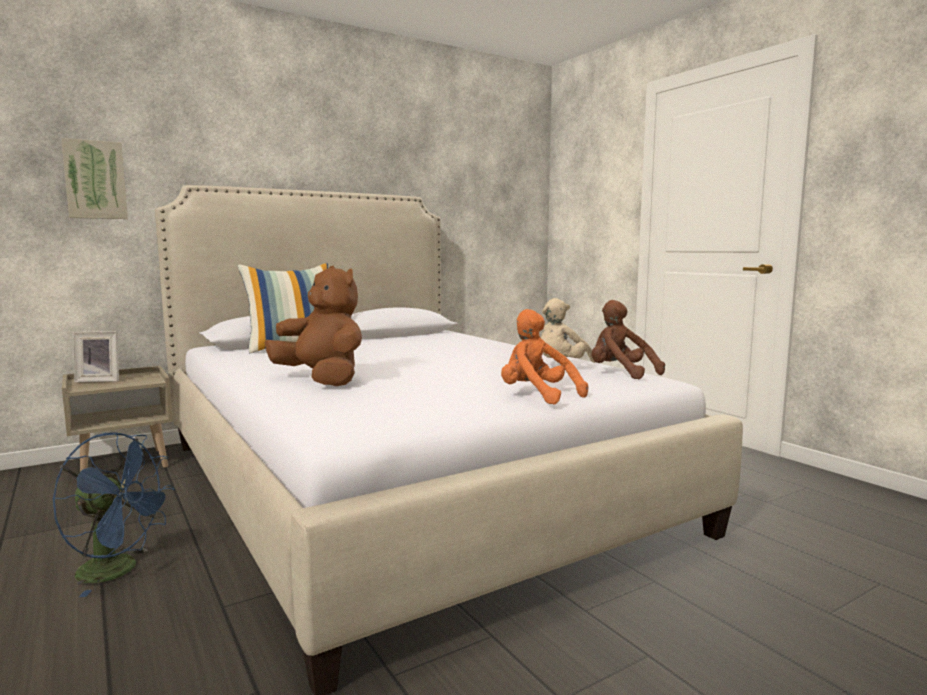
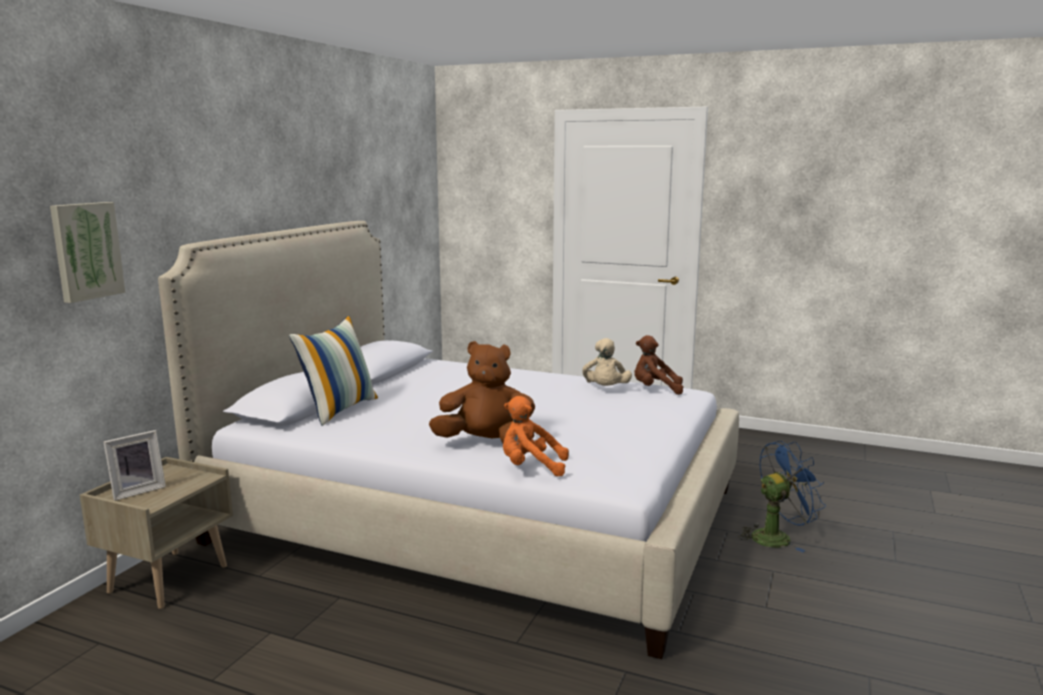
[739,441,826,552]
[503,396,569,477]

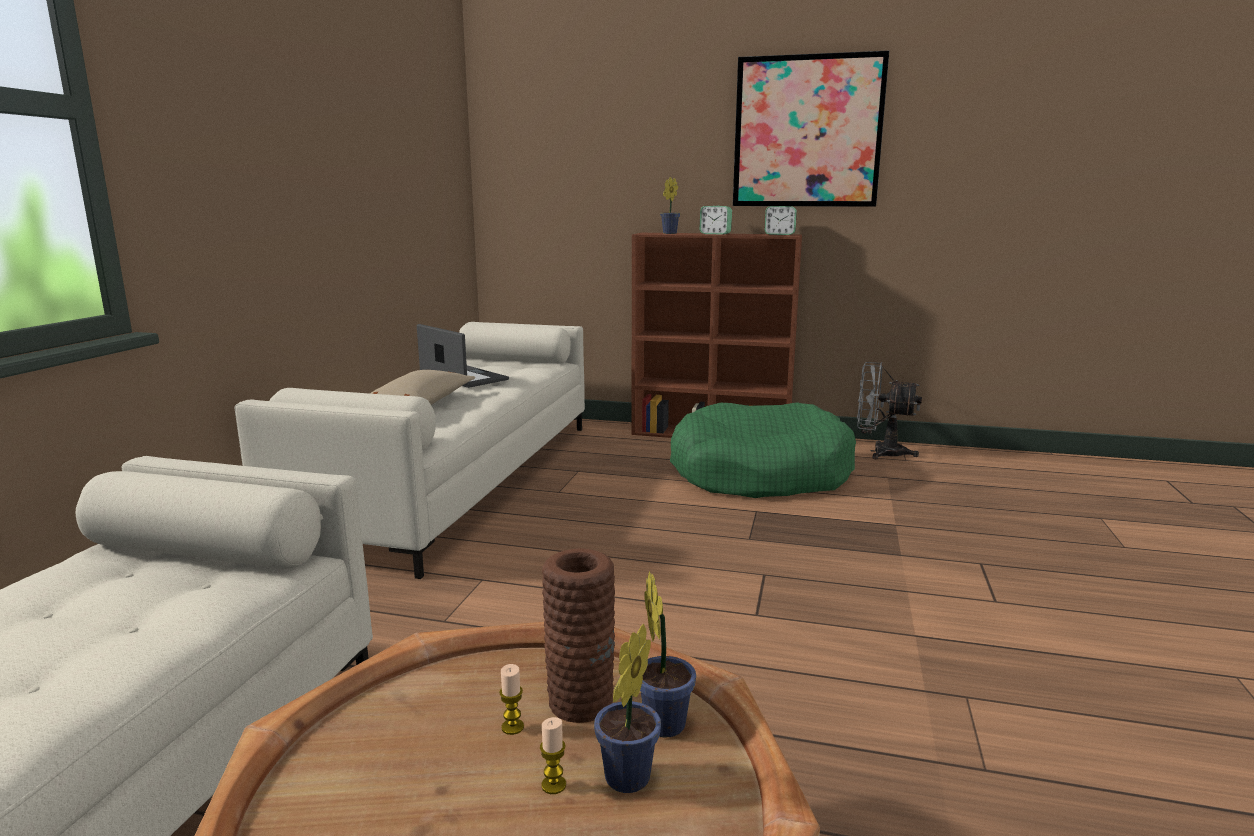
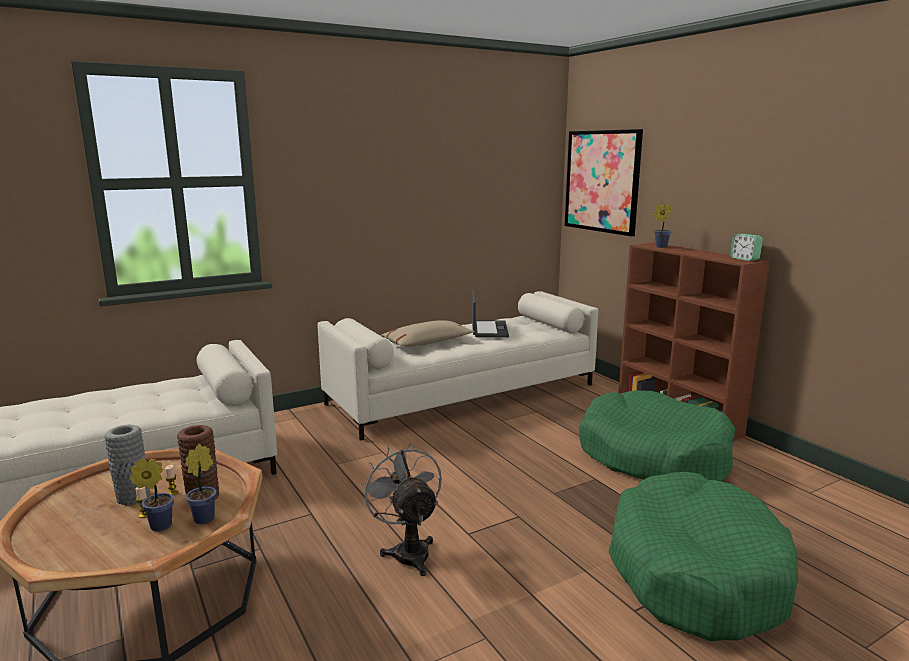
[699,206,732,235] (first image)
[104,425,150,505]
[608,472,798,641]
[565,129,643,236]
[360,443,442,576]

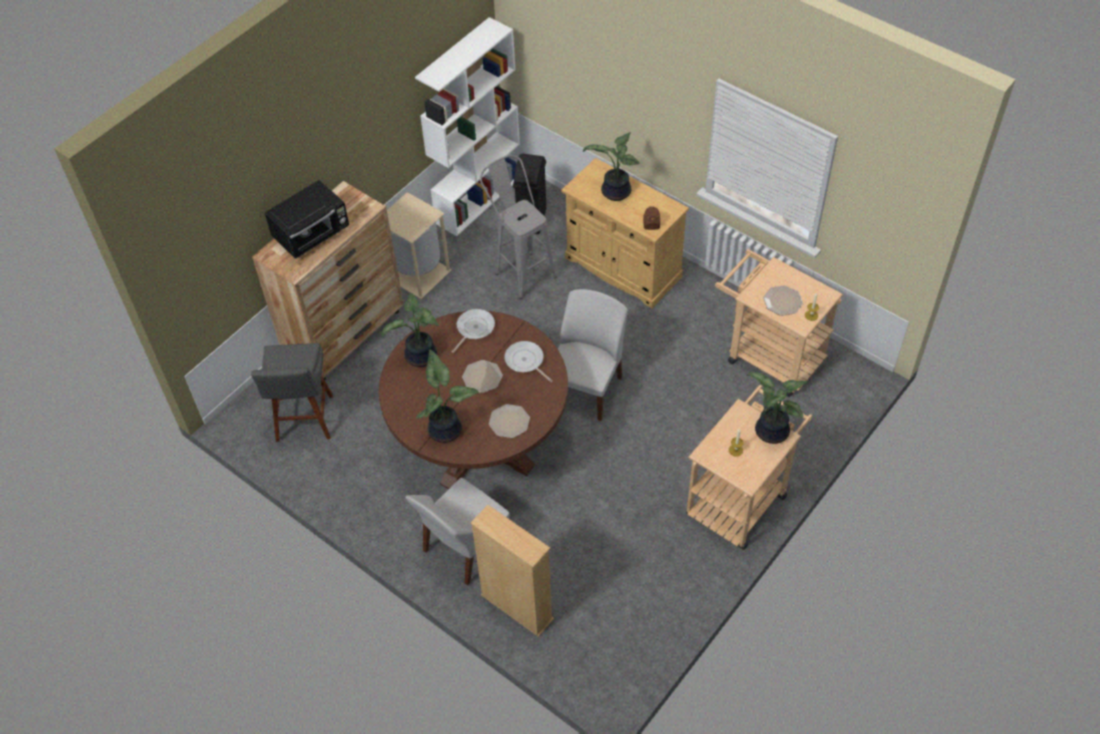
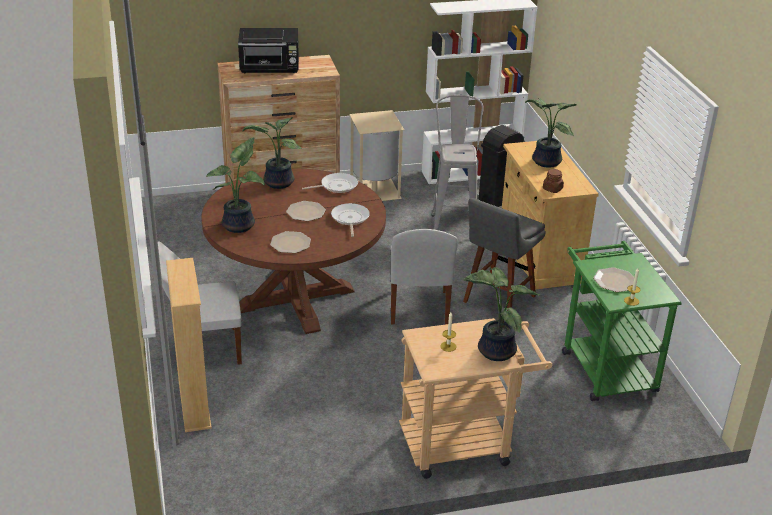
[463,198,546,308]
[562,241,682,401]
[391,229,458,325]

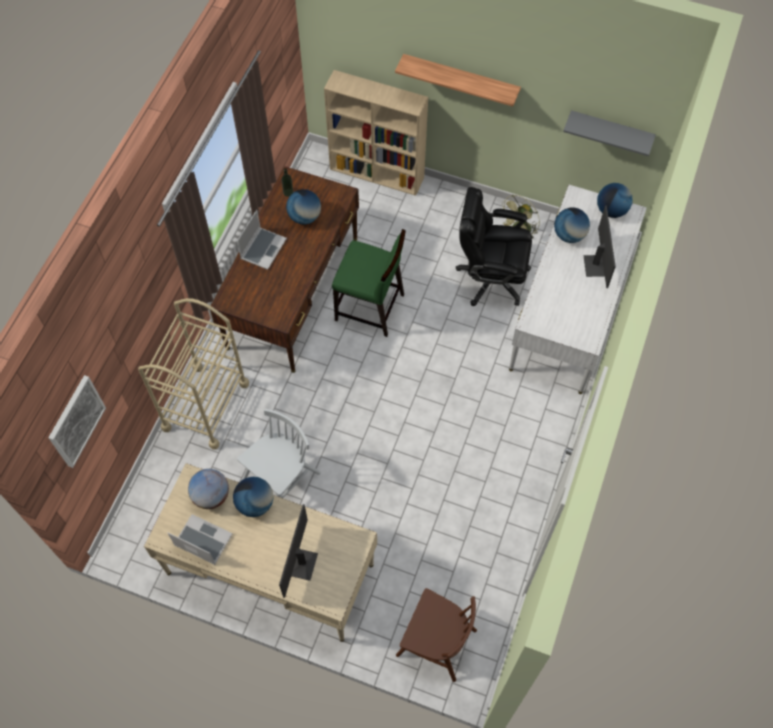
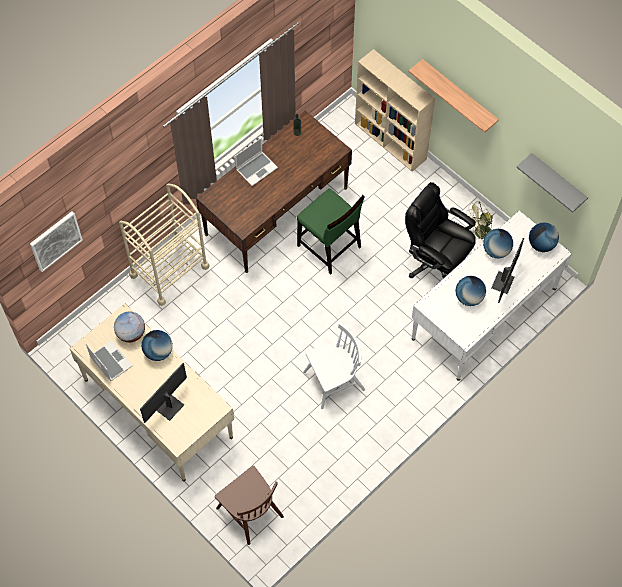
[303,323,365,409]
[456,276,486,306]

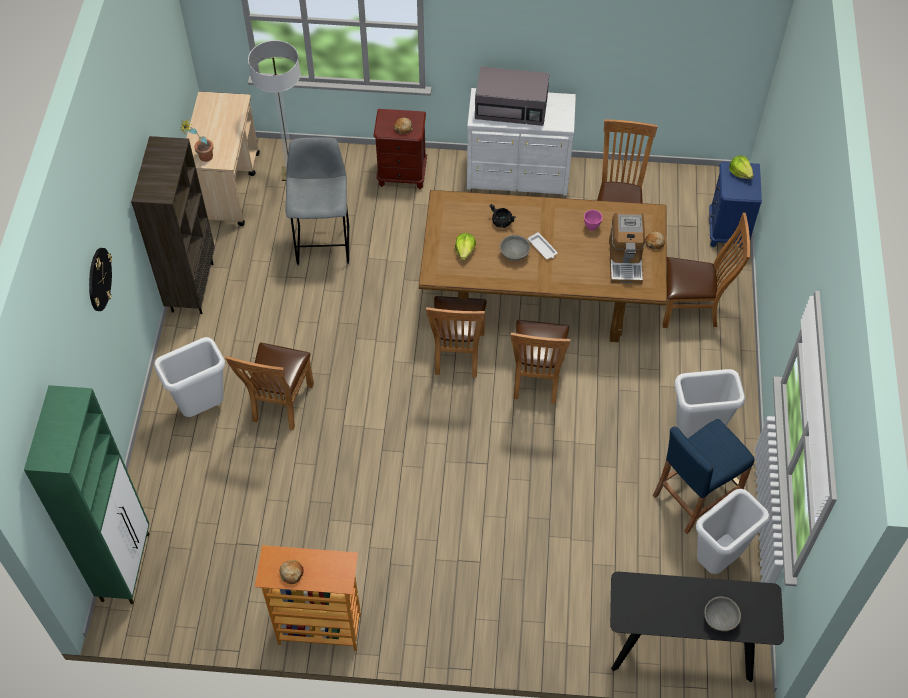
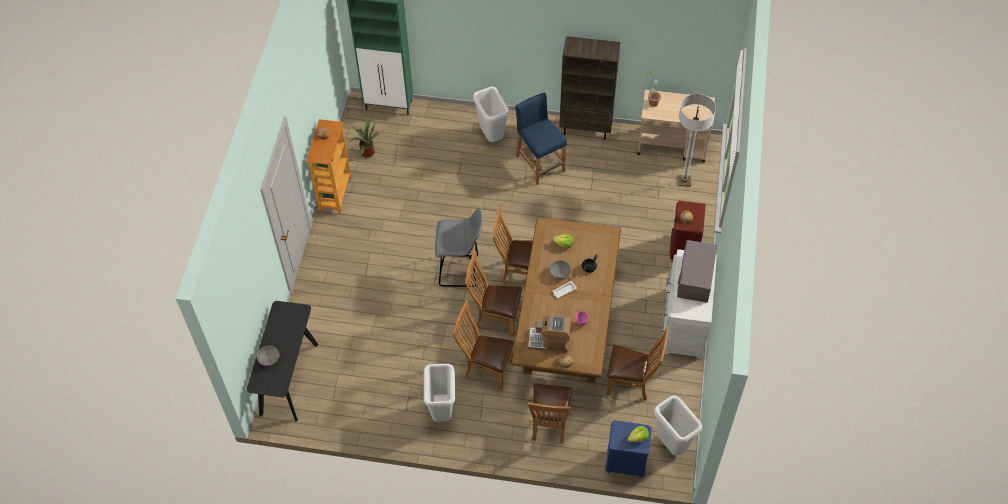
[89,248,112,311] (first image)
[349,118,380,158]
[453,300,514,390]
[435,208,483,288]
[515,93,567,185]
[654,396,702,455]

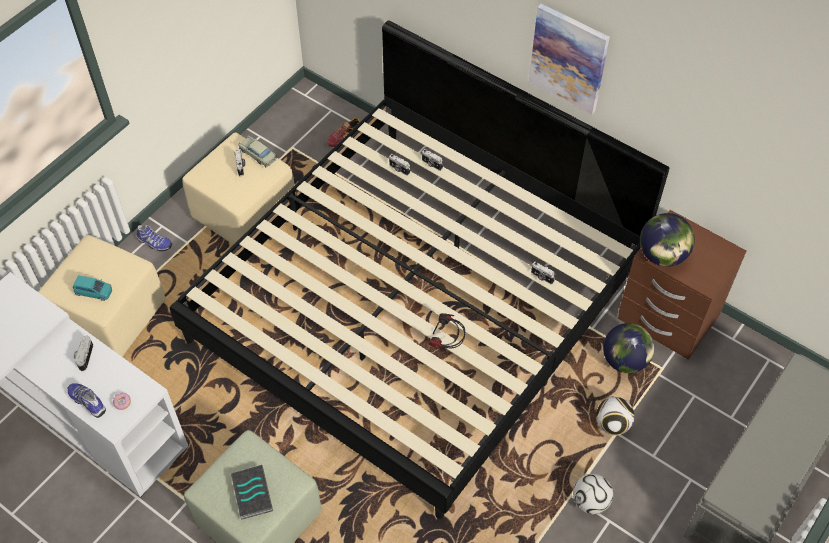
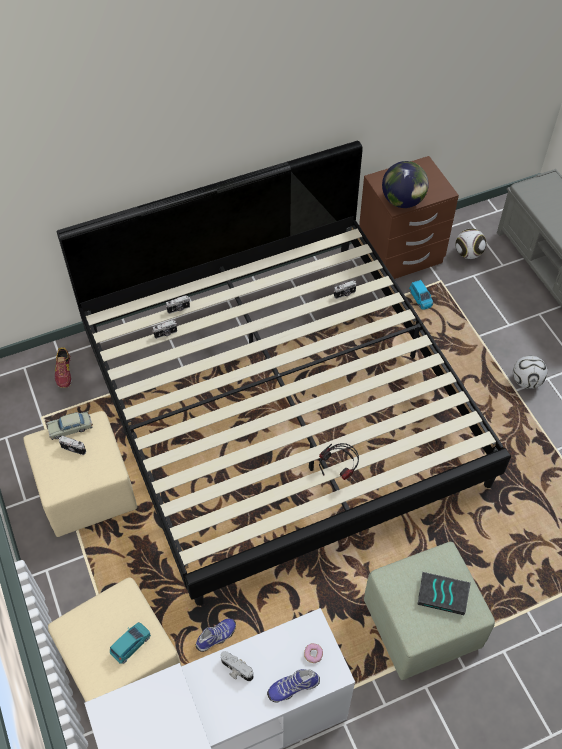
[529,3,610,115] (first image)
[196,619,236,652]
[319,443,359,480]
[455,229,486,259]
[409,280,433,310]

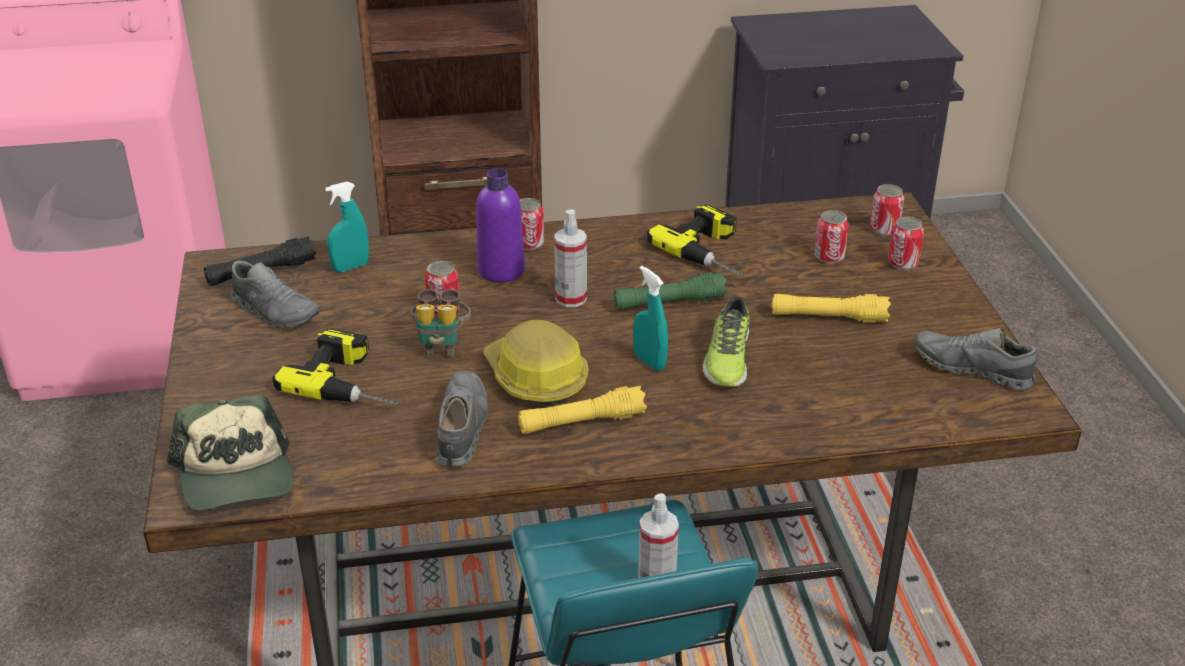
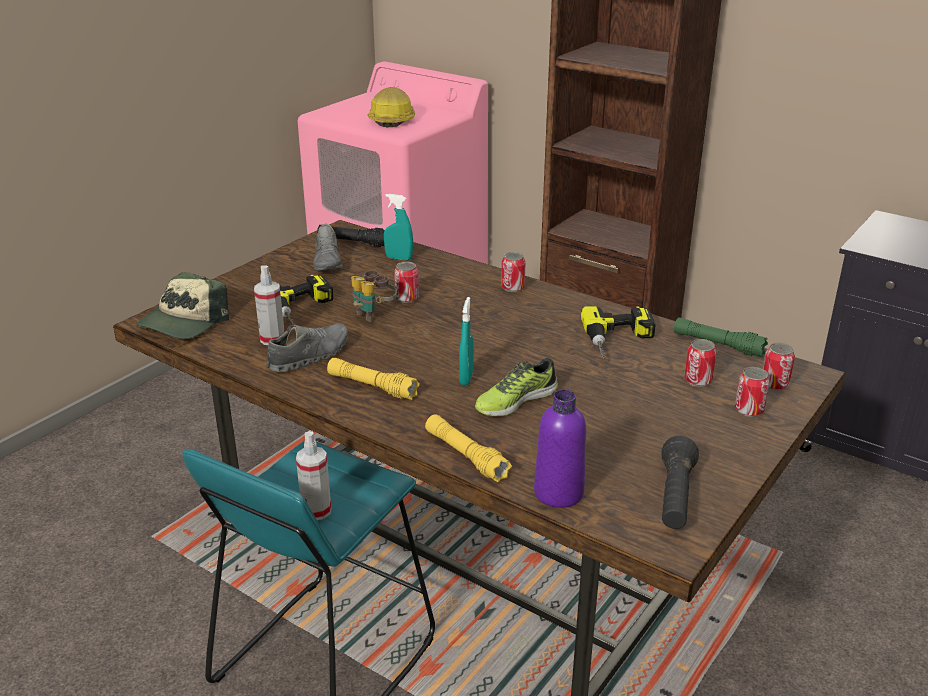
[534,390,586,508]
[368,87,415,128]
[254,265,285,345]
[674,318,768,357]
[425,414,512,482]
[662,436,699,529]

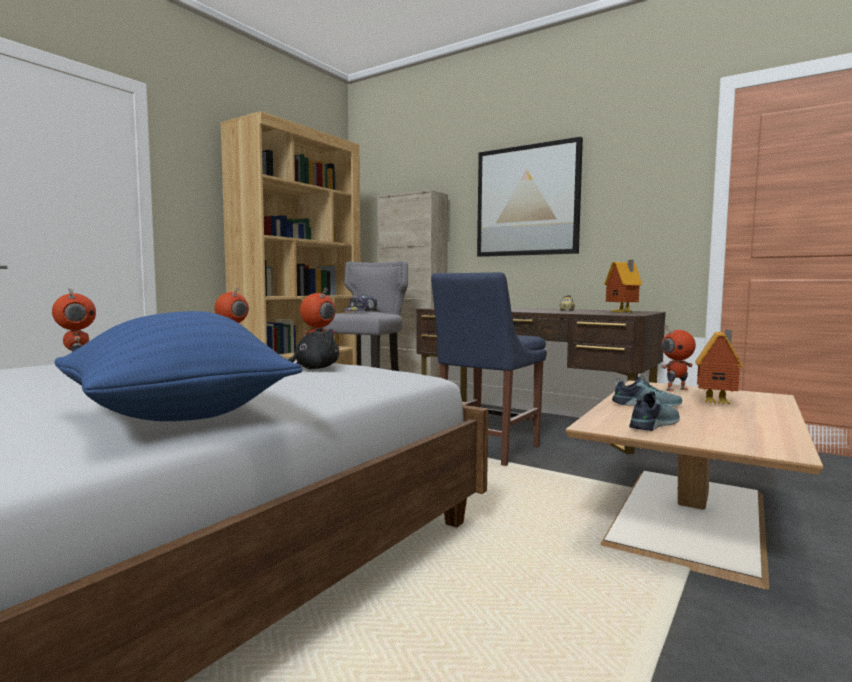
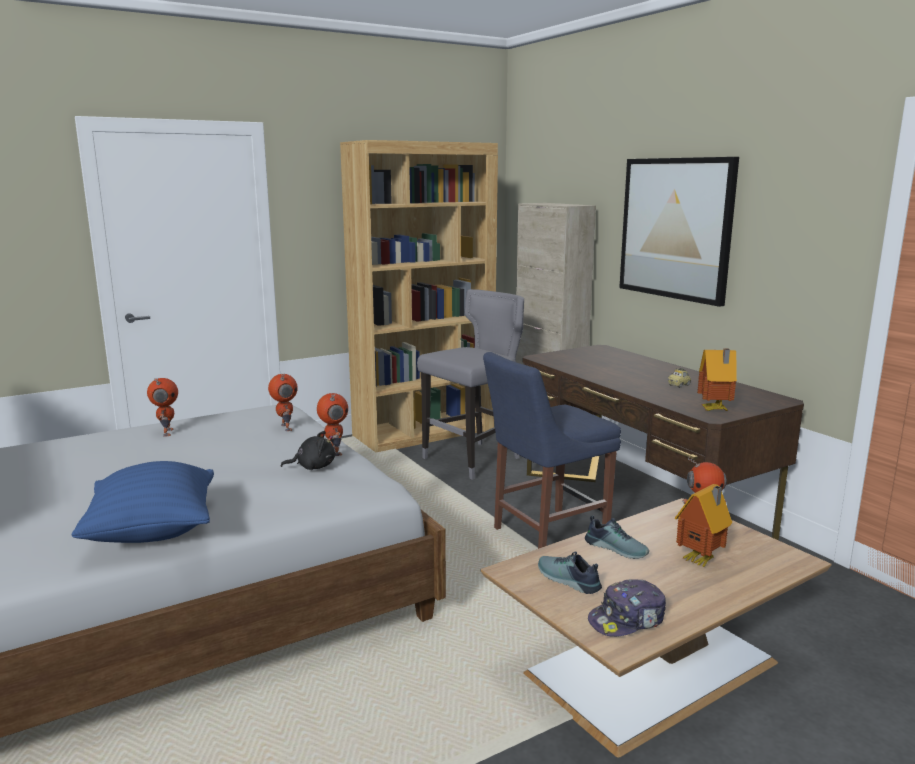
[588,579,666,637]
[538,551,602,594]

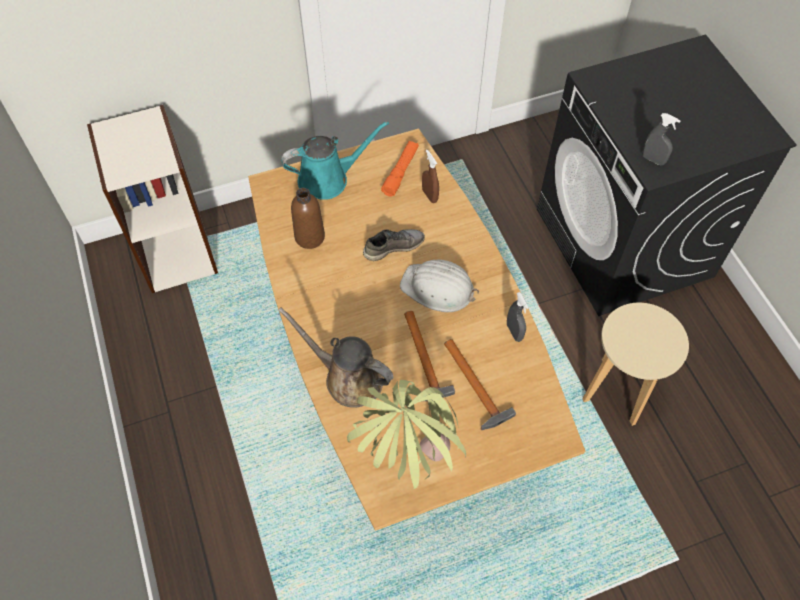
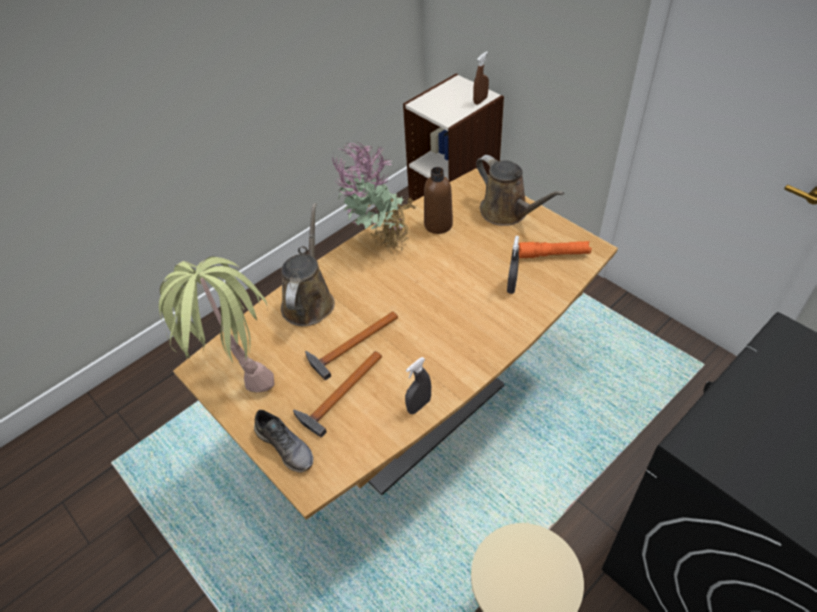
[400,260,479,312] (first image)
[332,142,416,254]
[254,410,313,473]
[473,51,489,105]
[507,236,519,294]
[476,155,564,226]

